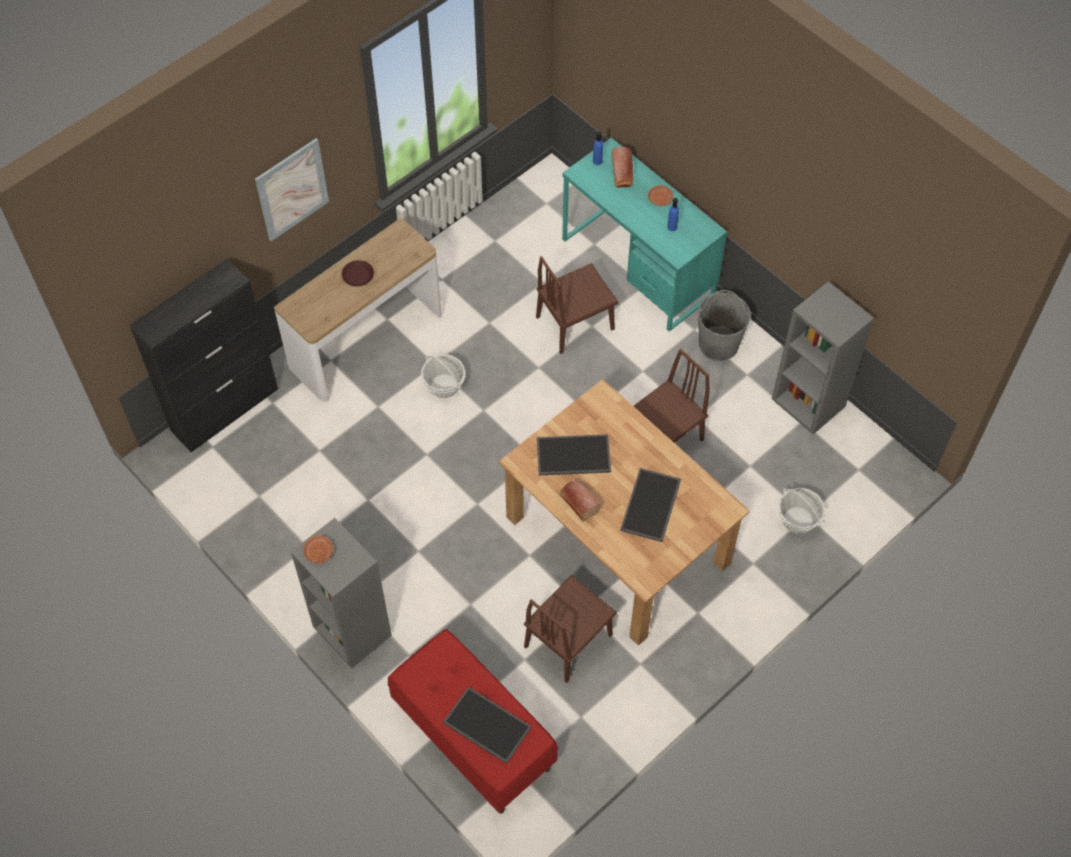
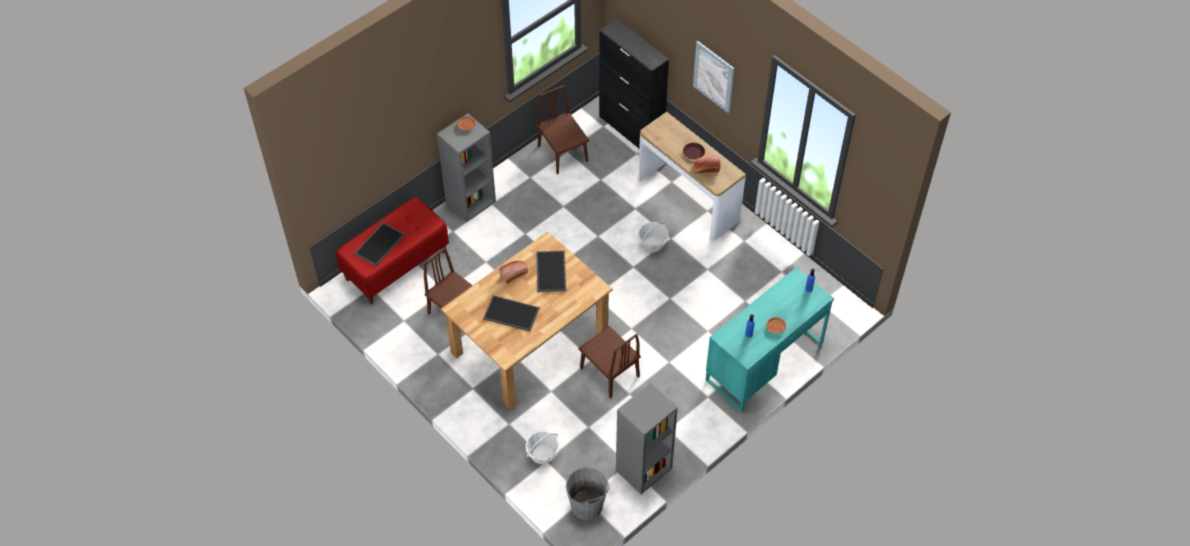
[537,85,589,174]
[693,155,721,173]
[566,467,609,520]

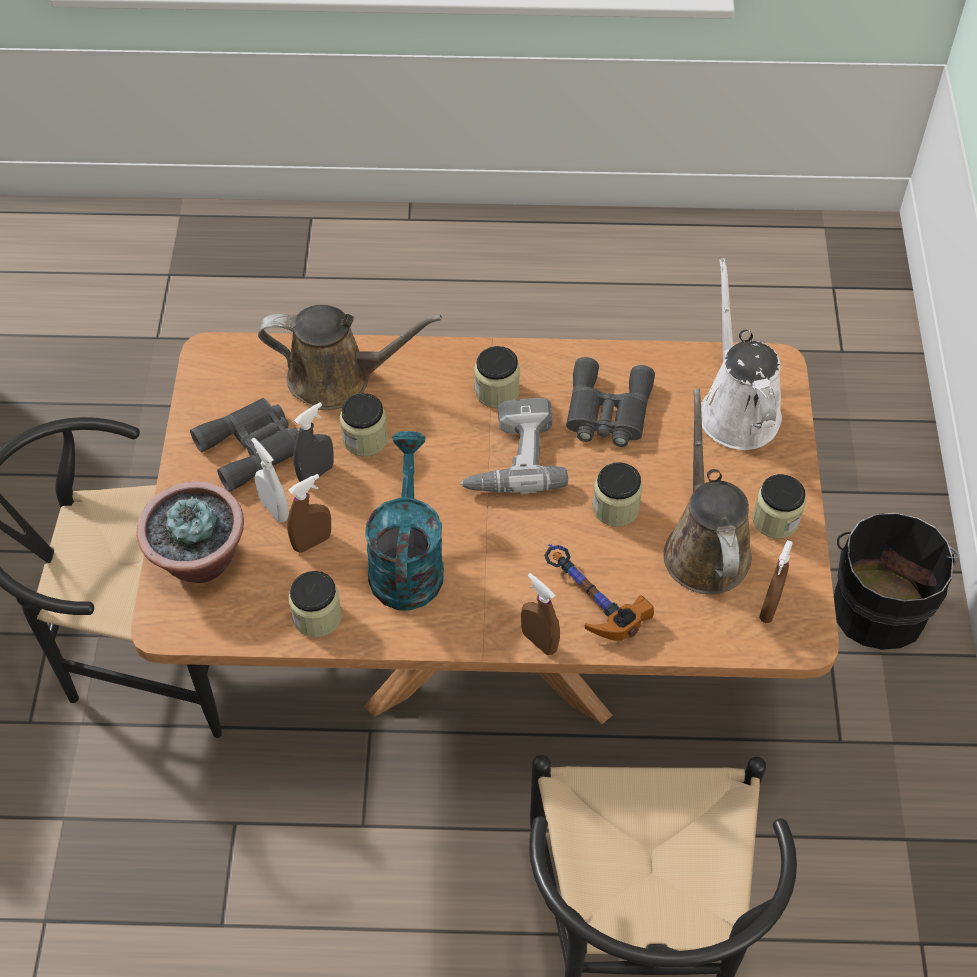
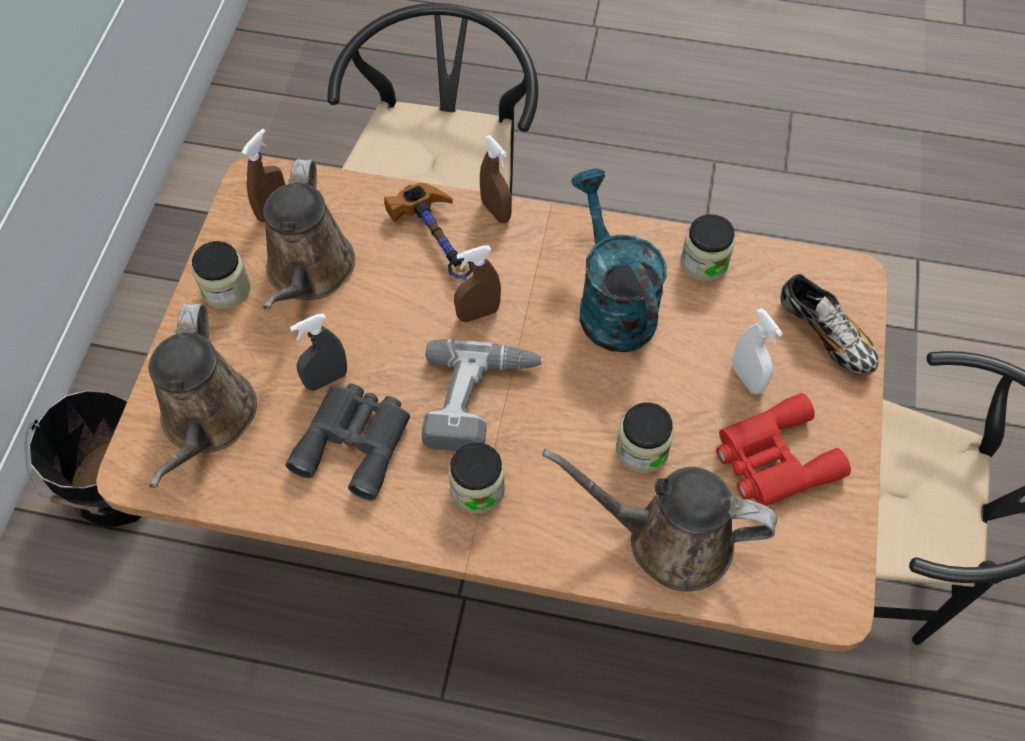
[592,462,642,527] (first image)
[454,246,501,322]
[290,313,347,391]
[780,274,879,375]
[716,393,851,506]
[148,303,257,488]
[571,168,667,352]

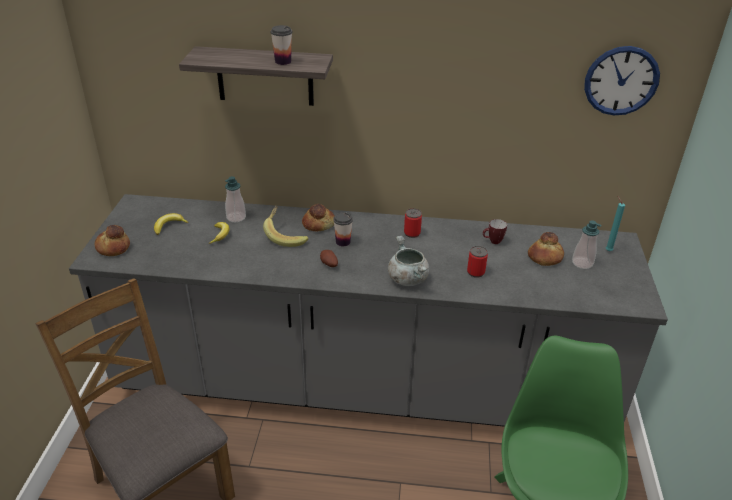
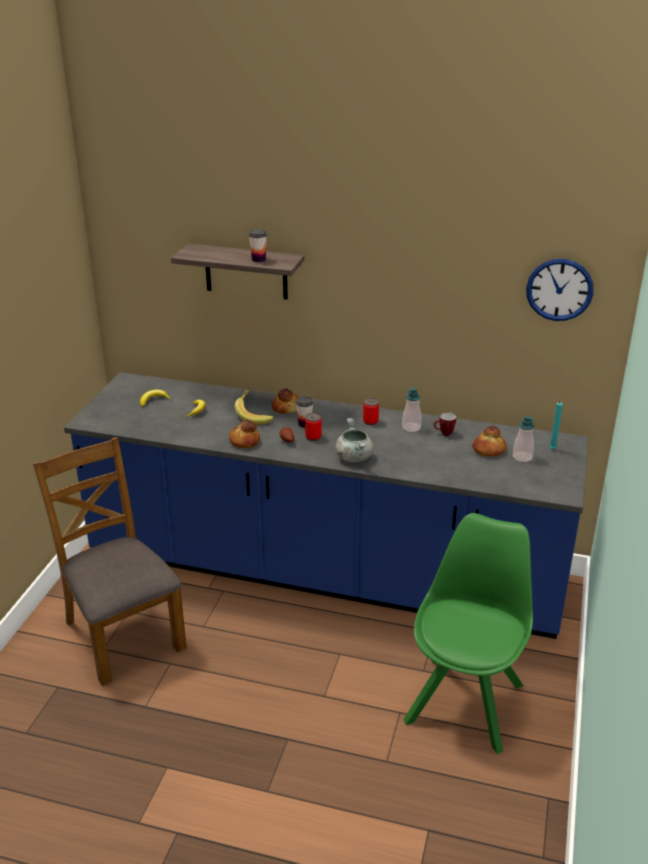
[229,420,260,448]
[402,388,422,432]
[305,413,321,441]
[64,372,588,639]

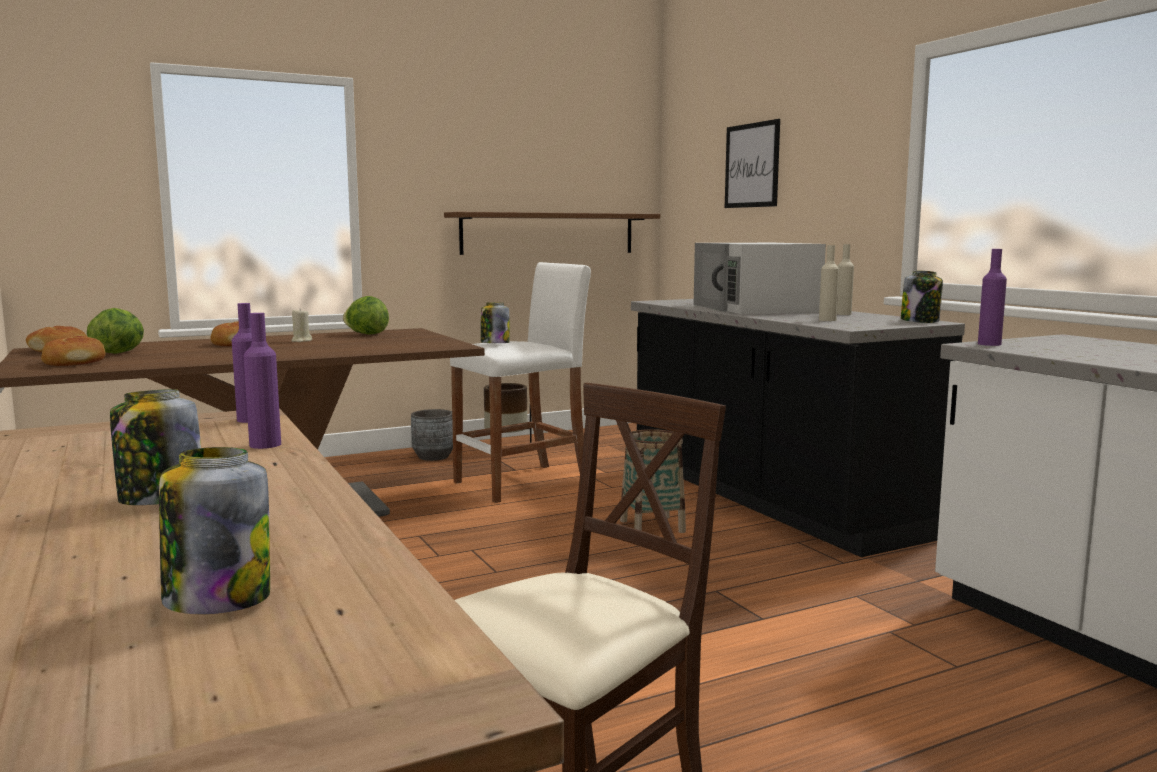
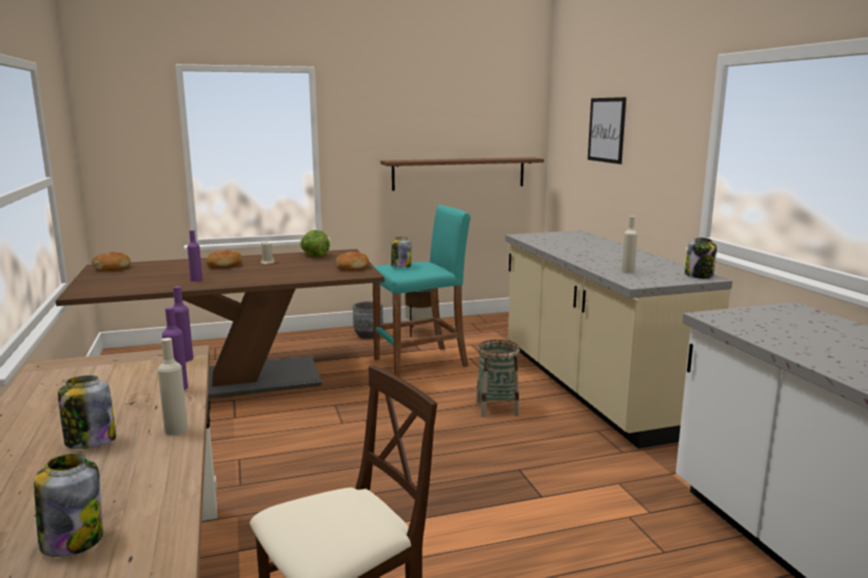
[87,308,144,354] (first image)
[694,243,826,314] (first image)
[336,252,369,271]
[158,338,188,435]
[187,230,203,282]
[373,205,470,377]
[505,230,733,449]

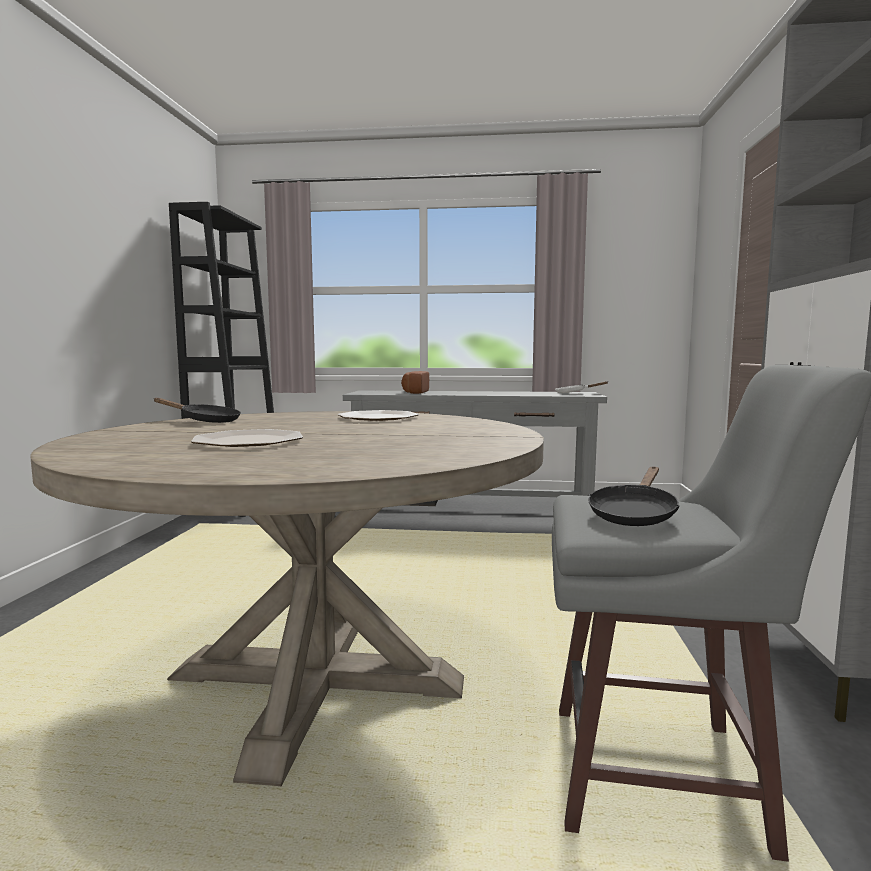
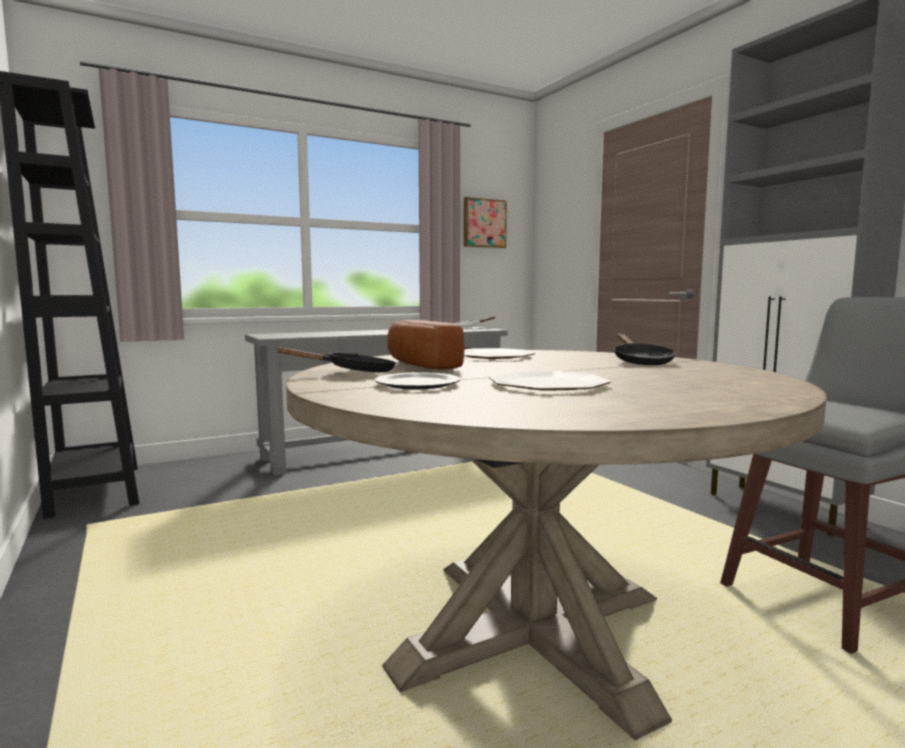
[375,372,460,389]
[464,197,507,248]
[387,320,464,370]
[614,334,676,365]

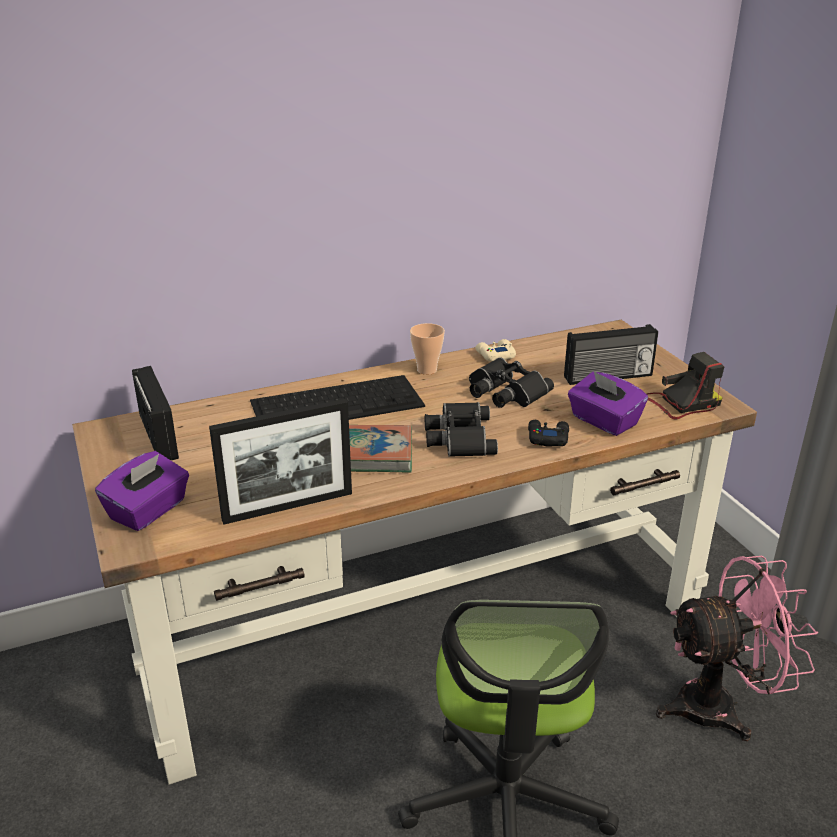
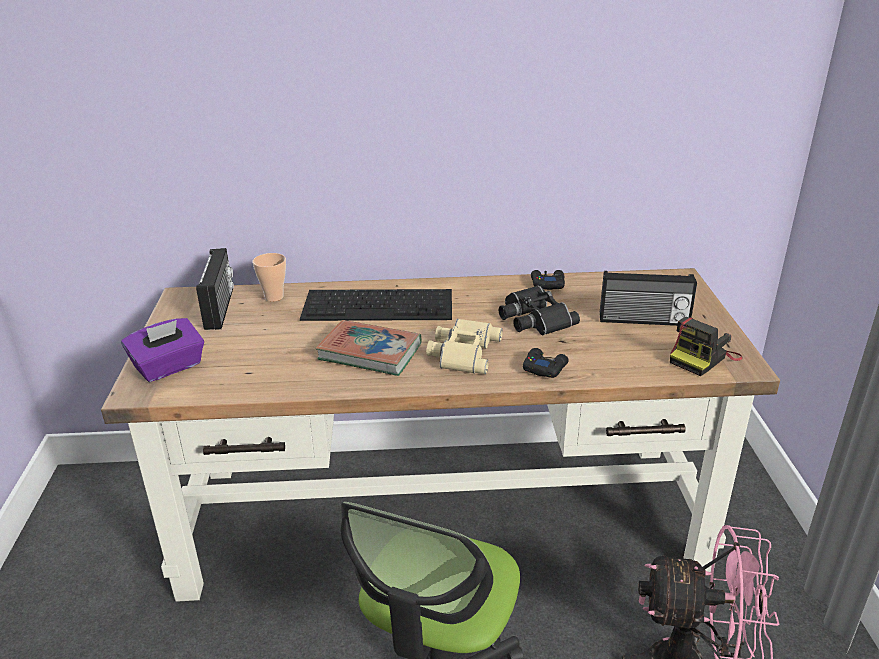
[209,399,352,525] (first image)
[568,371,648,436] (first image)
[252,253,286,302]
[426,319,503,374]
[531,270,565,290]
[670,317,742,376]

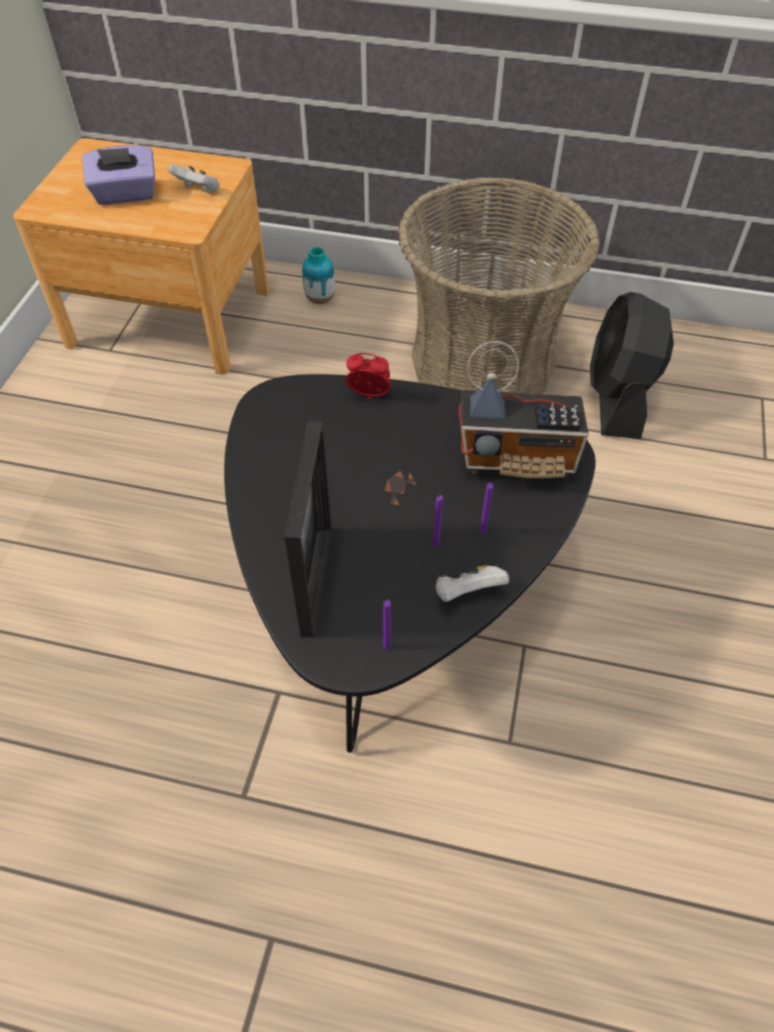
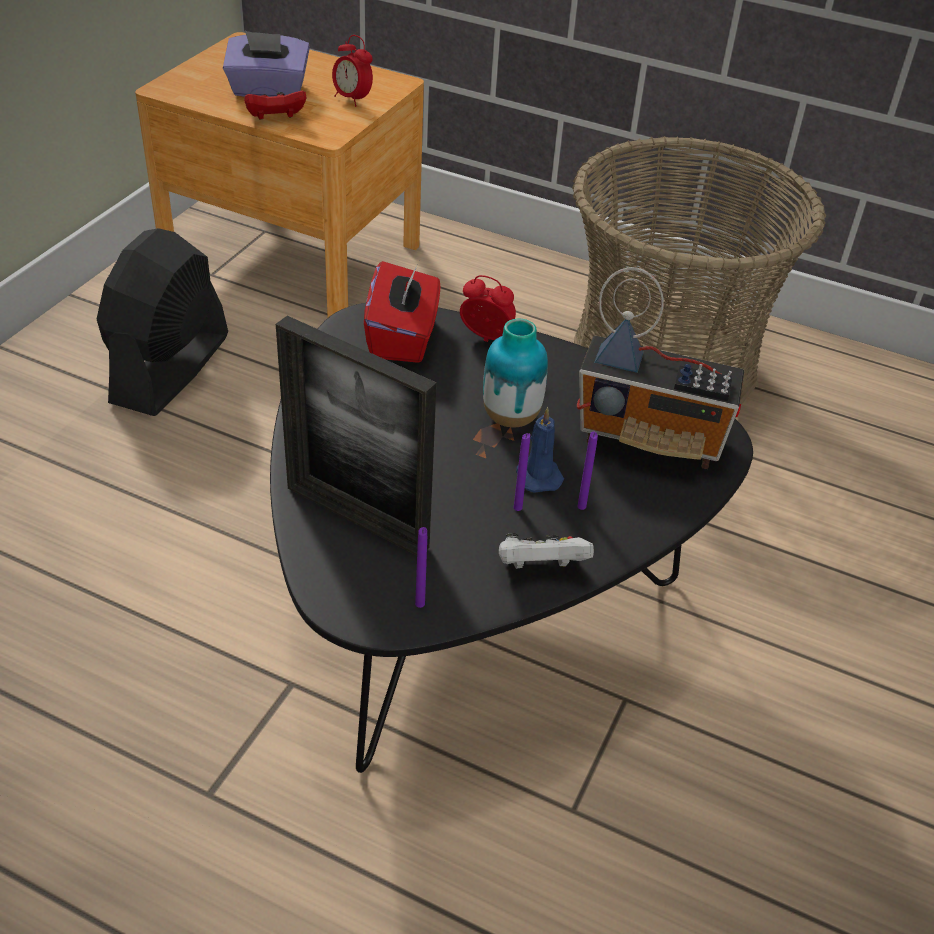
[244,90,306,120]
[364,261,440,363]
[516,407,564,493]
[483,319,548,427]
[97,228,228,416]
[332,35,373,107]
[276,316,437,556]

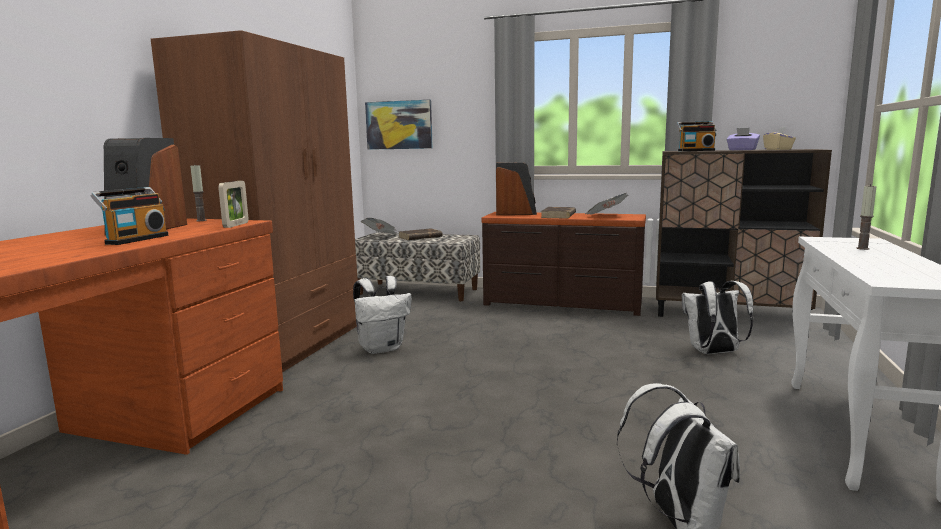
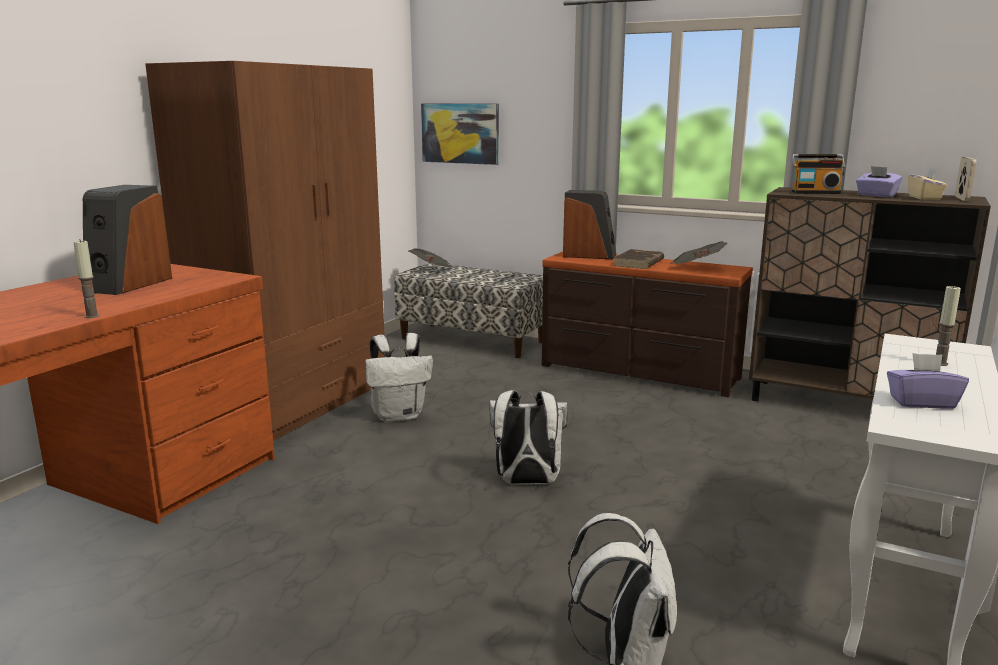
[91,187,168,245] (first image)
[399,228,443,240] (first image)
[887,353,969,409]
[73,239,99,318]
[955,157,977,201]
[489,390,567,484]

